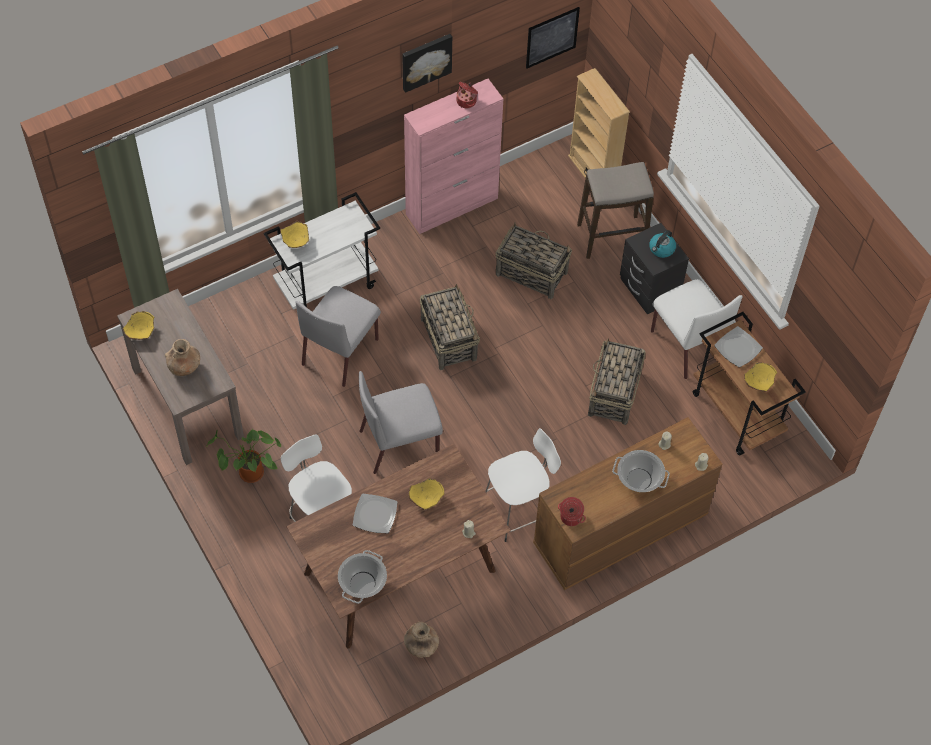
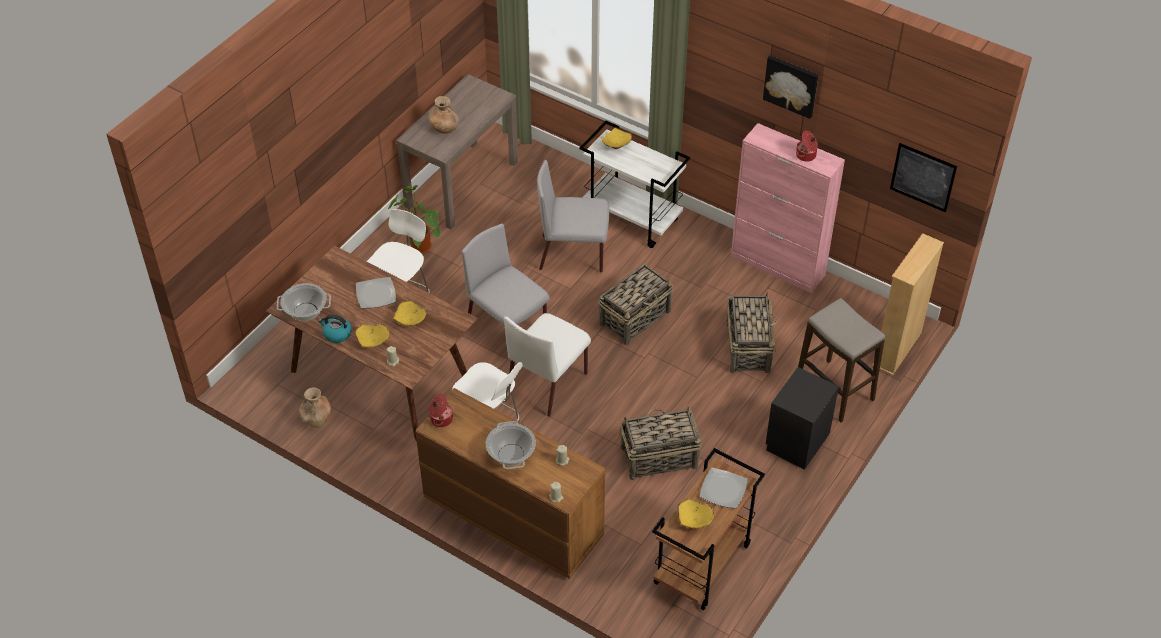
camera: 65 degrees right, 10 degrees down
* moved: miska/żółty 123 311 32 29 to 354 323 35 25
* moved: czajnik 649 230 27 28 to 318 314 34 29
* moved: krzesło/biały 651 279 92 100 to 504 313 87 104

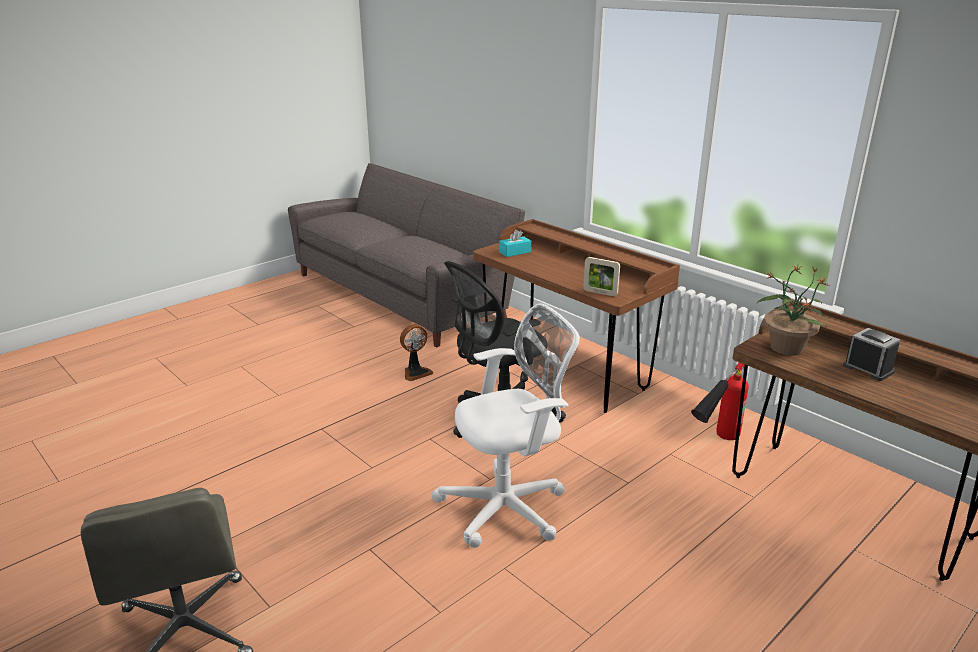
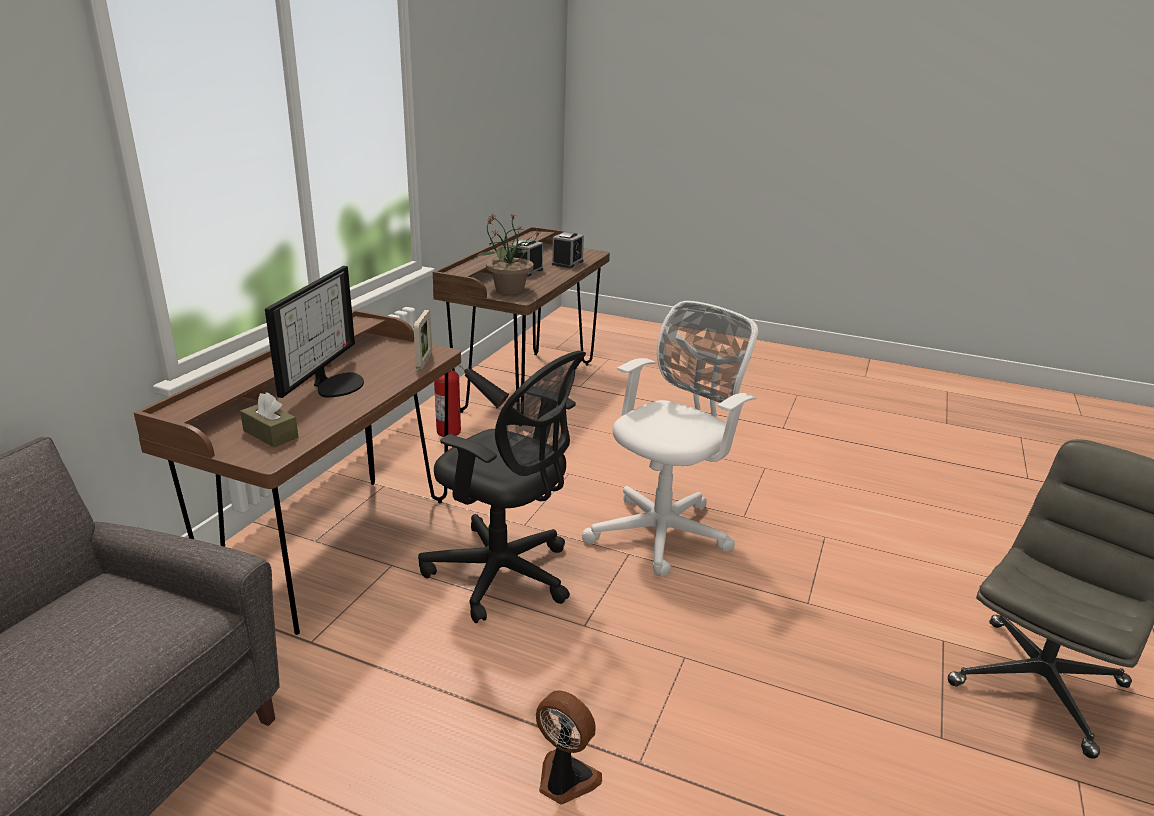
camera: 115 degrees left, 0 degrees up
* added: monitor 265 266 99 132
* added: budzik 552 232 32 36
* moved: wentylator 400 324 33 57 to 536 690 66 114
* recoloured: pudełko chusteczek/turkusowy 499 229 32 28 to pudełko chusteczek/brązowy 240 392 58 55
* turned: krzesło biurowe/biały 431 303 149 245 = 582 301 176 276 90 degrees clockwise

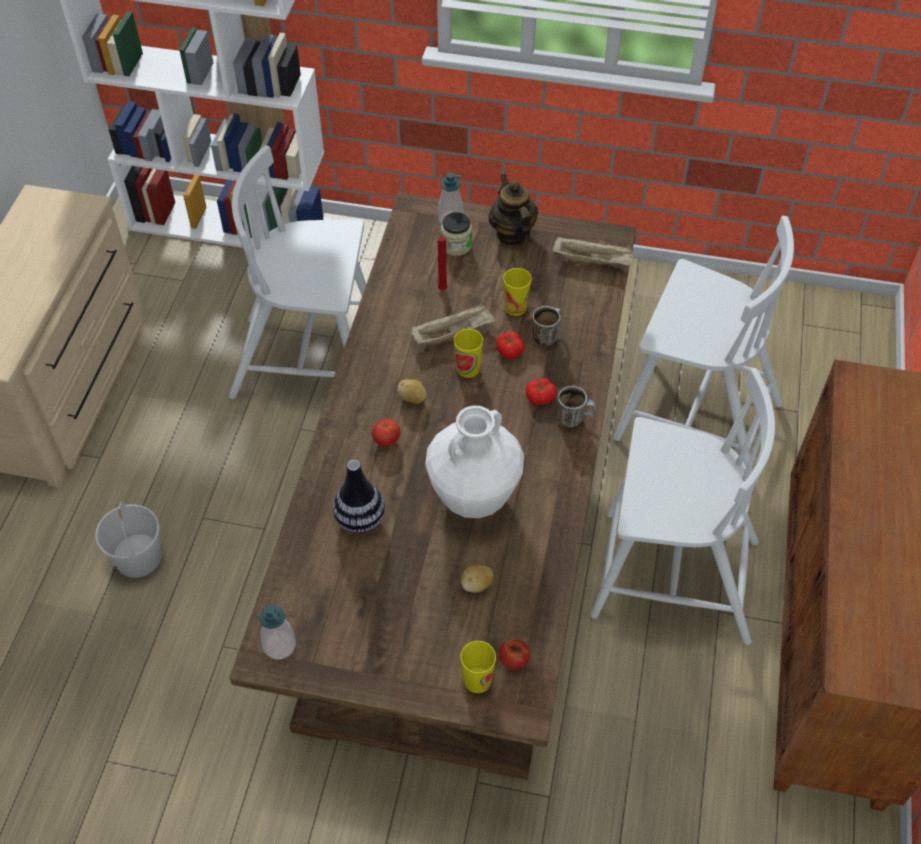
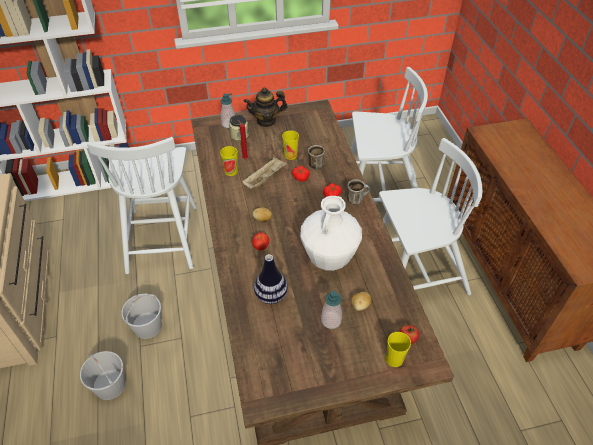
camera: 25 degrees left, 5 degrees down
* removed: taca/beżowy 552 236 80 30
* added: wiadro/biały 121 294 41 45
* moved: dozownik mydła 259 605 37 55 to 321 291 21 38
* moved: filiżanka 454 329 29 49 to 220 146 18 30
* turned: krzesło/biały 229 145 137 254 = 87 137 110 137 75 degrees counterclockwise
* turned: imbryk 489 174 49 71 = 244 88 43 39 60 degrees counterclockwise

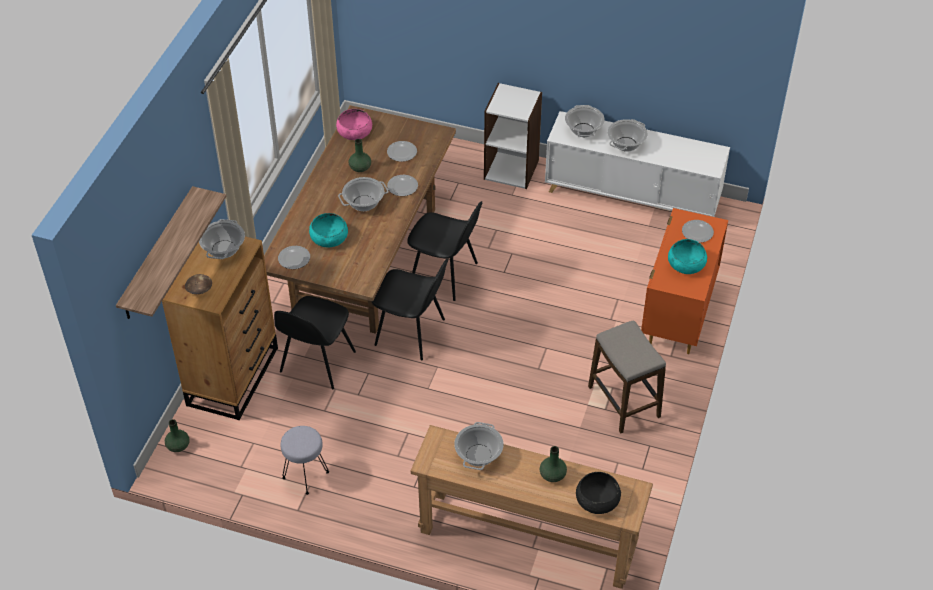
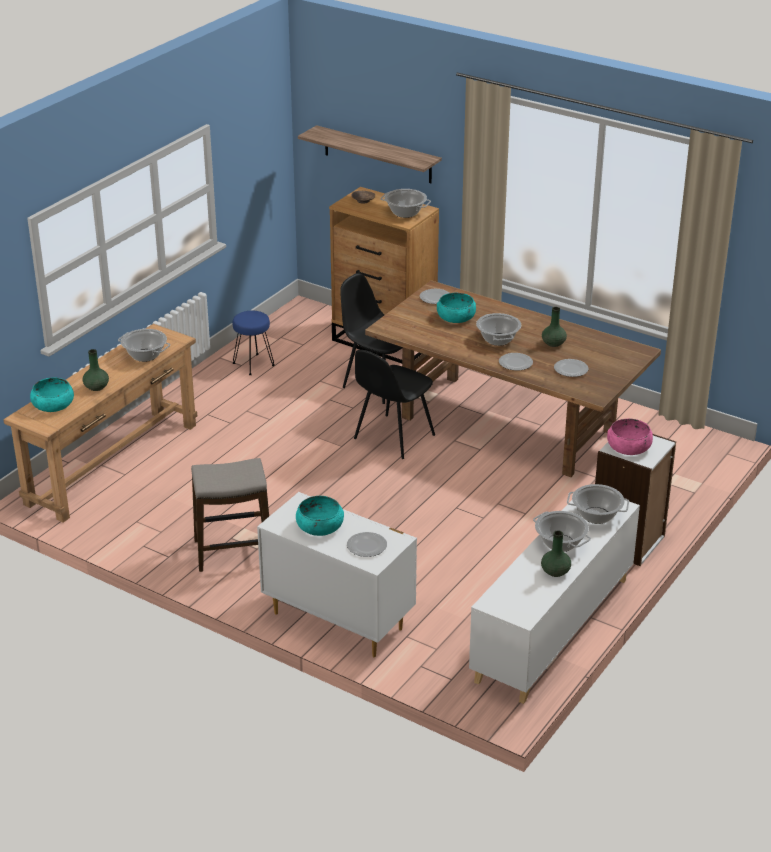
camera: 105 degrees right, 15 degrees down
* removed: krzesło/czarny 407 201 75 100
* moved: wazon/zielony 165 419 25 33 to 541 530 30 47
* moved: miska/różowy 336 109 36 31 to 607 419 46 36
* recoloured: stołek/szary 281 426 48 69 to stołek/niebieski 233 311 42 64
* recoloured: miska/czarny 576 472 45 42 to miska/turkusowy 30 378 44 34
* recoloured: komoda/pomarańczowy 641 208 87 146 to komoda/biały 257 492 160 165

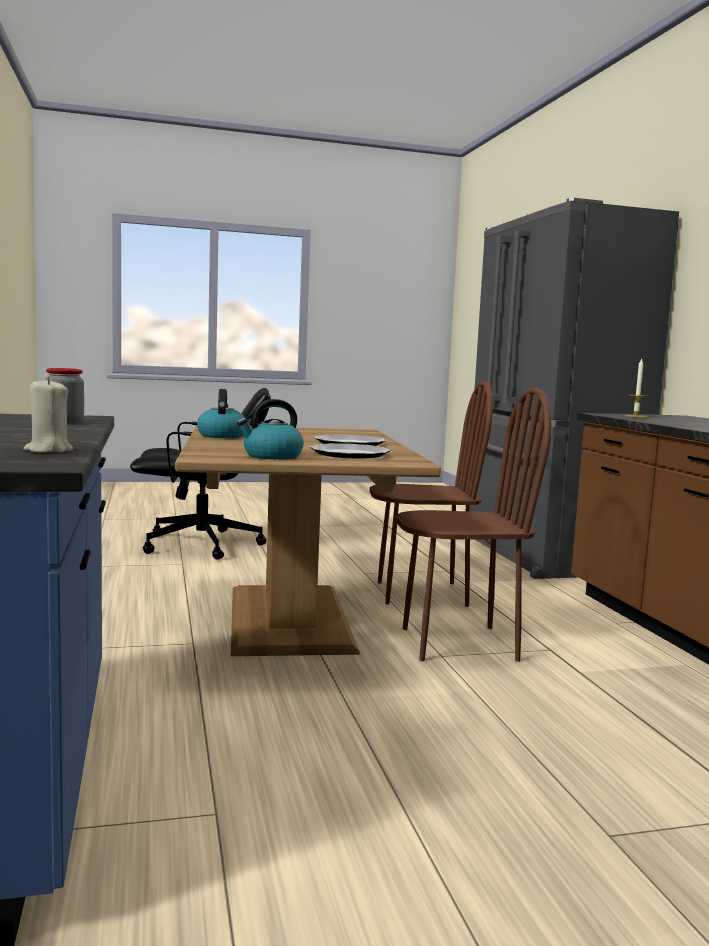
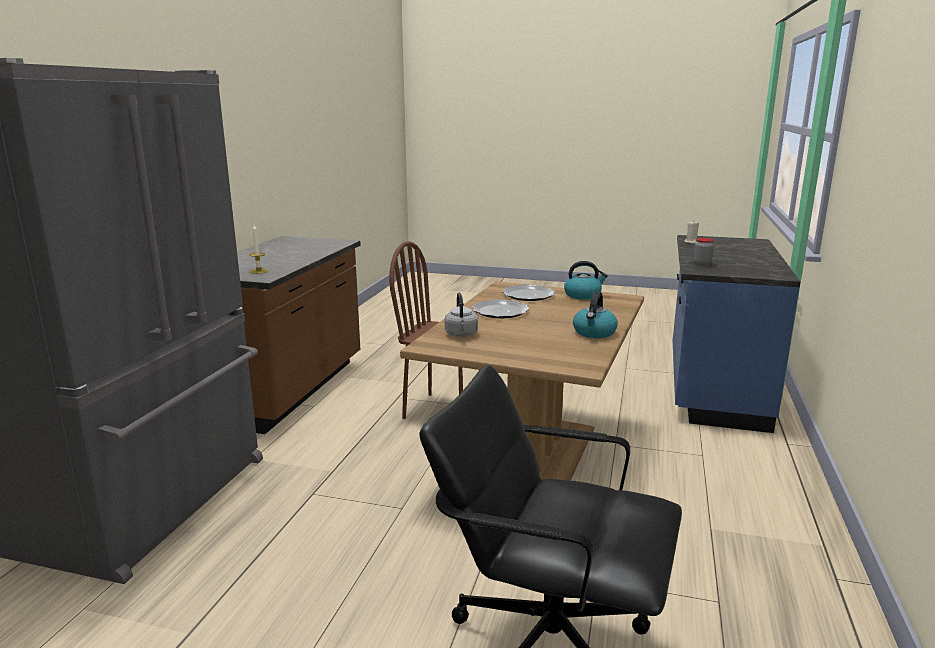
camera: 150 degrees left, 10 degrees up
* removed: krzesło/brązowy 369 381 124 226
* added: czajnik/szary 445 293 33 44

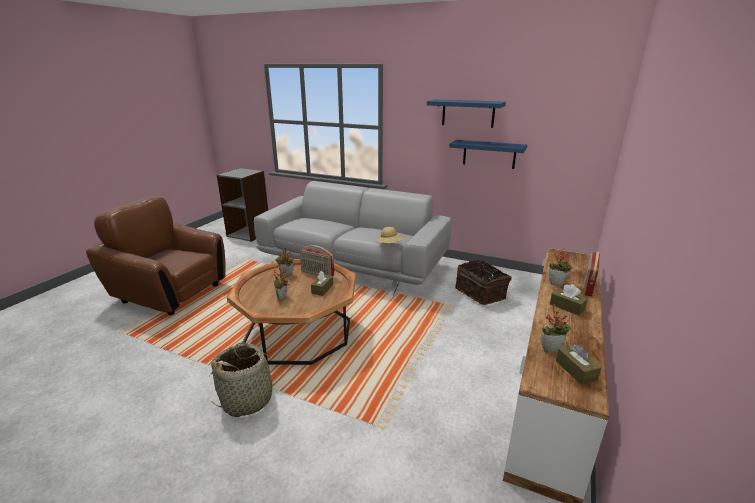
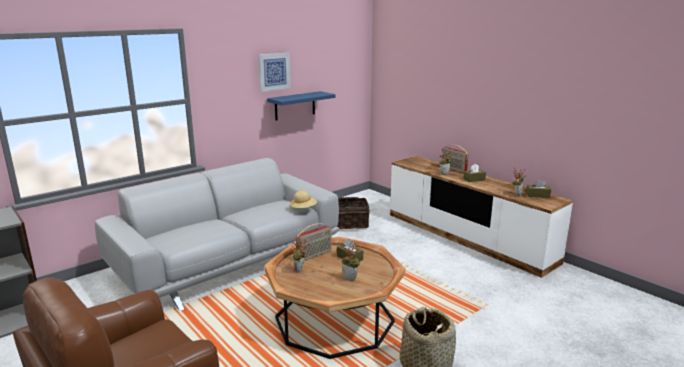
camera: 65 degrees left, 5 degrees down
* replaced: półka/niebieski 427 99 79 29 to obraz 258 53 33 39

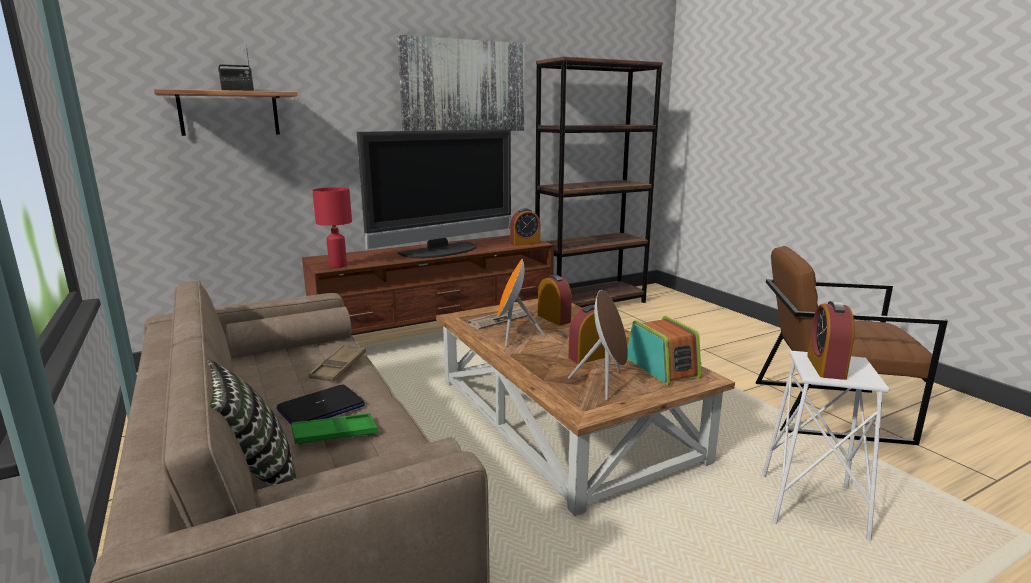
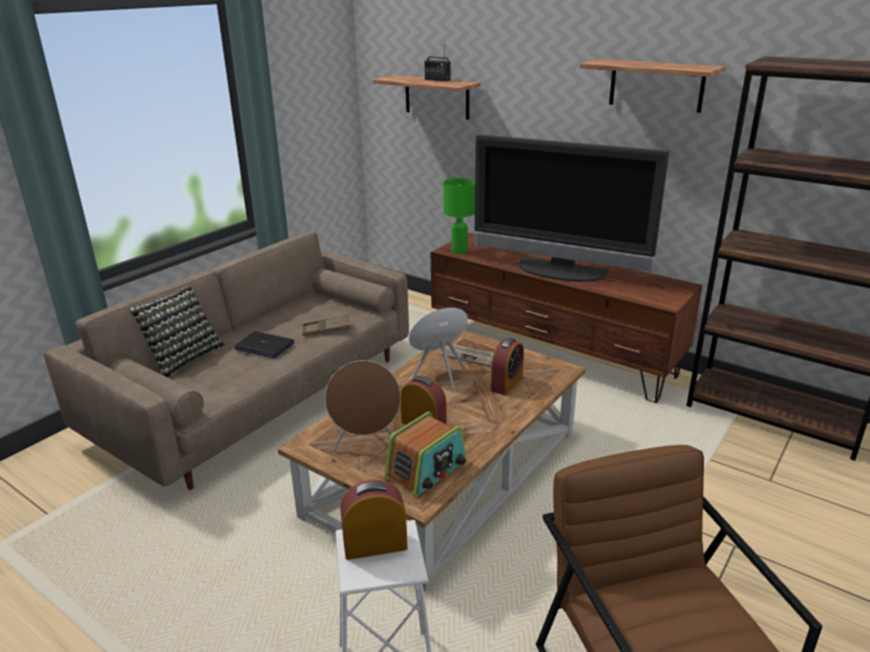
camera: 65 degrees right, 10 degrees up
* removed: taca/zielony 291 413 87 32
* removed: budzik 510 208 30 38
* replaced: obraz 397 35 128 96 to półka 580 59 145 54
* recoloured: lampa stołowa/czerwony 312 187 40 81 to lampa stołowa/zielony 443 178 32 76

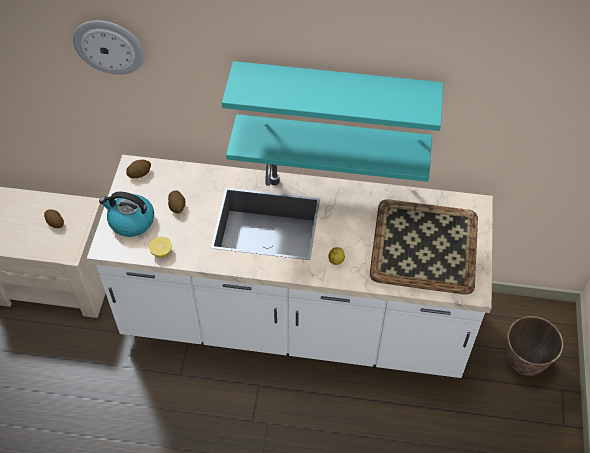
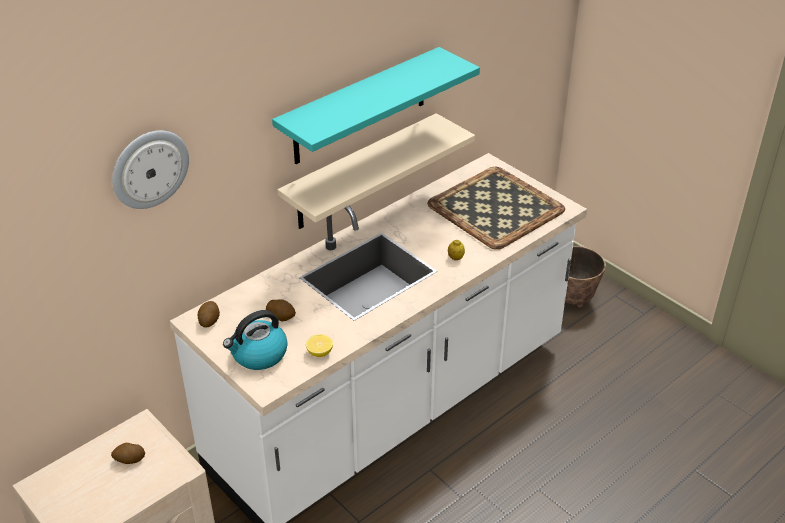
camera: 50 degrees left, 15 degrees down
* recoloured: półka/turkusowy 226 114 206 68 to półka/beżowy 277 113 198 116

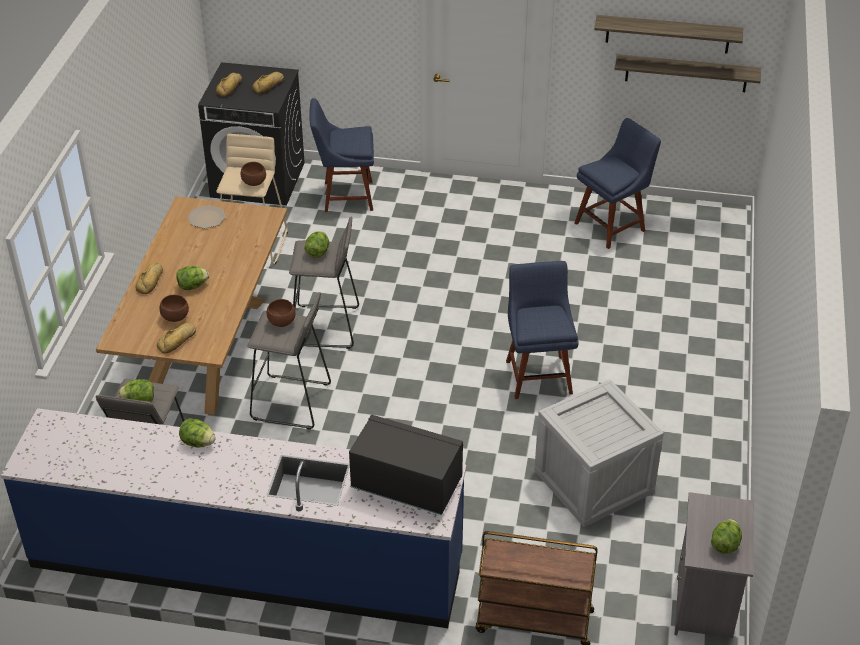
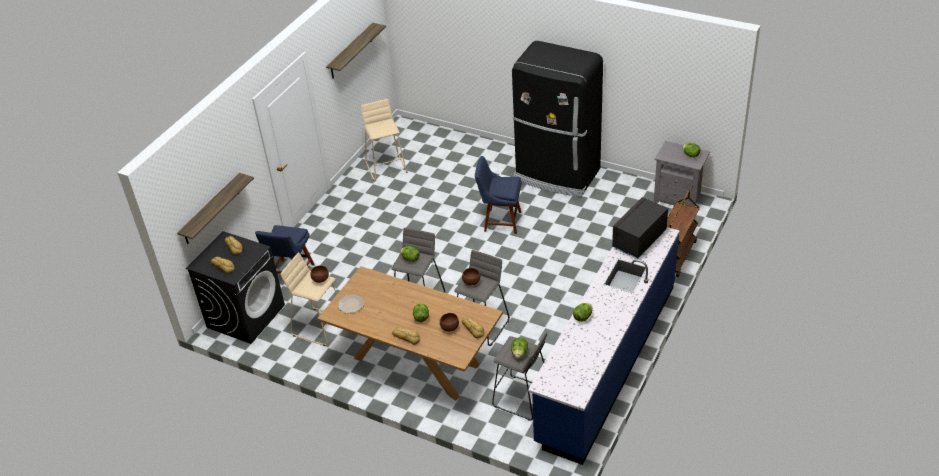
camera: 70 degrees left, 0 degrees up
* removed: skrzynka 534 380 130 147
* added: lodówka/czarny 512 41 91 156
* moved: półka 614 54 147 38 to 177 173 77 71
* replaced: krzesło/niebieski 575 118 86 131 to stołek/beżowy 361 99 47 82

